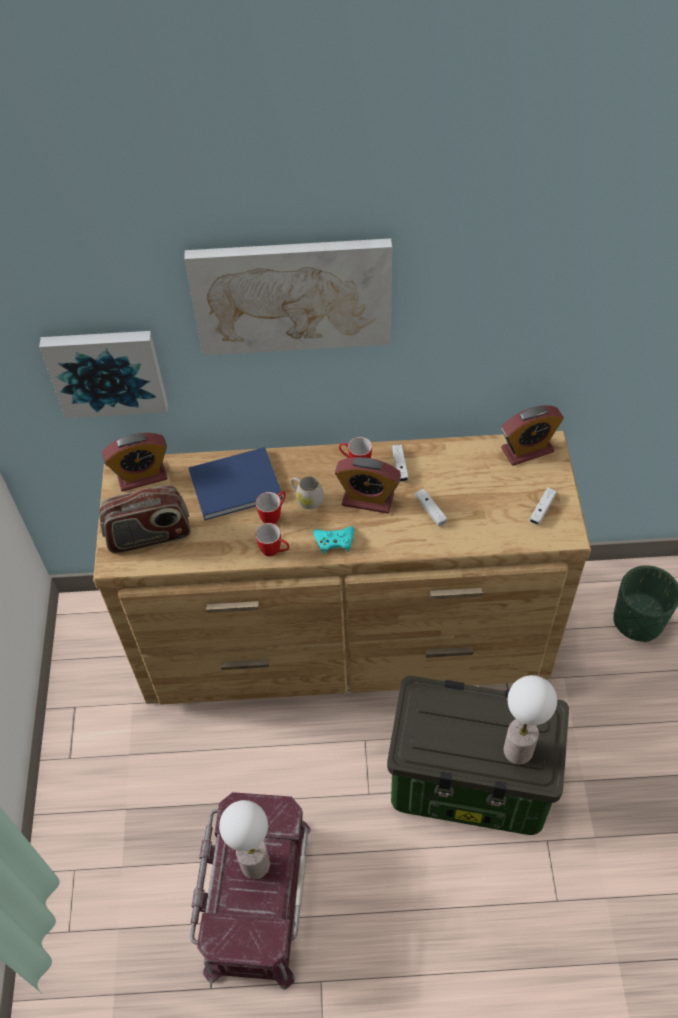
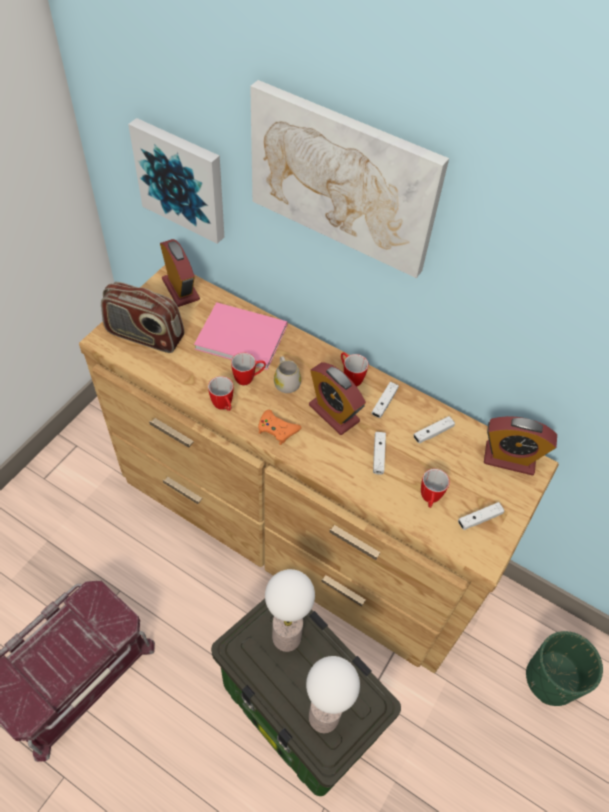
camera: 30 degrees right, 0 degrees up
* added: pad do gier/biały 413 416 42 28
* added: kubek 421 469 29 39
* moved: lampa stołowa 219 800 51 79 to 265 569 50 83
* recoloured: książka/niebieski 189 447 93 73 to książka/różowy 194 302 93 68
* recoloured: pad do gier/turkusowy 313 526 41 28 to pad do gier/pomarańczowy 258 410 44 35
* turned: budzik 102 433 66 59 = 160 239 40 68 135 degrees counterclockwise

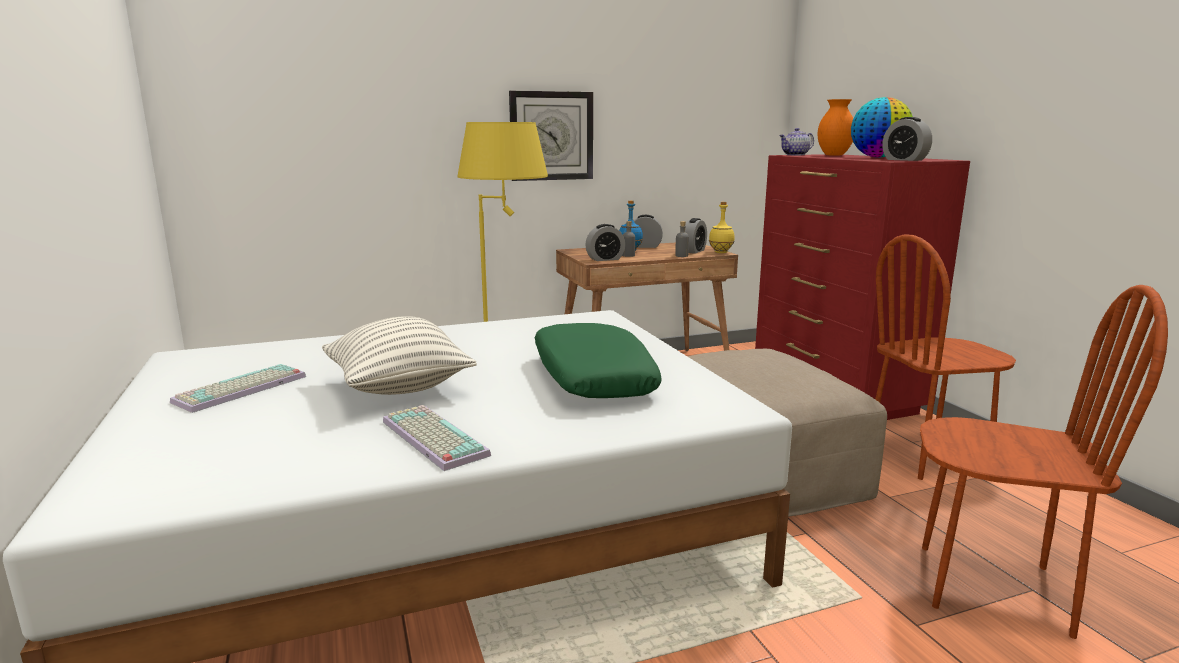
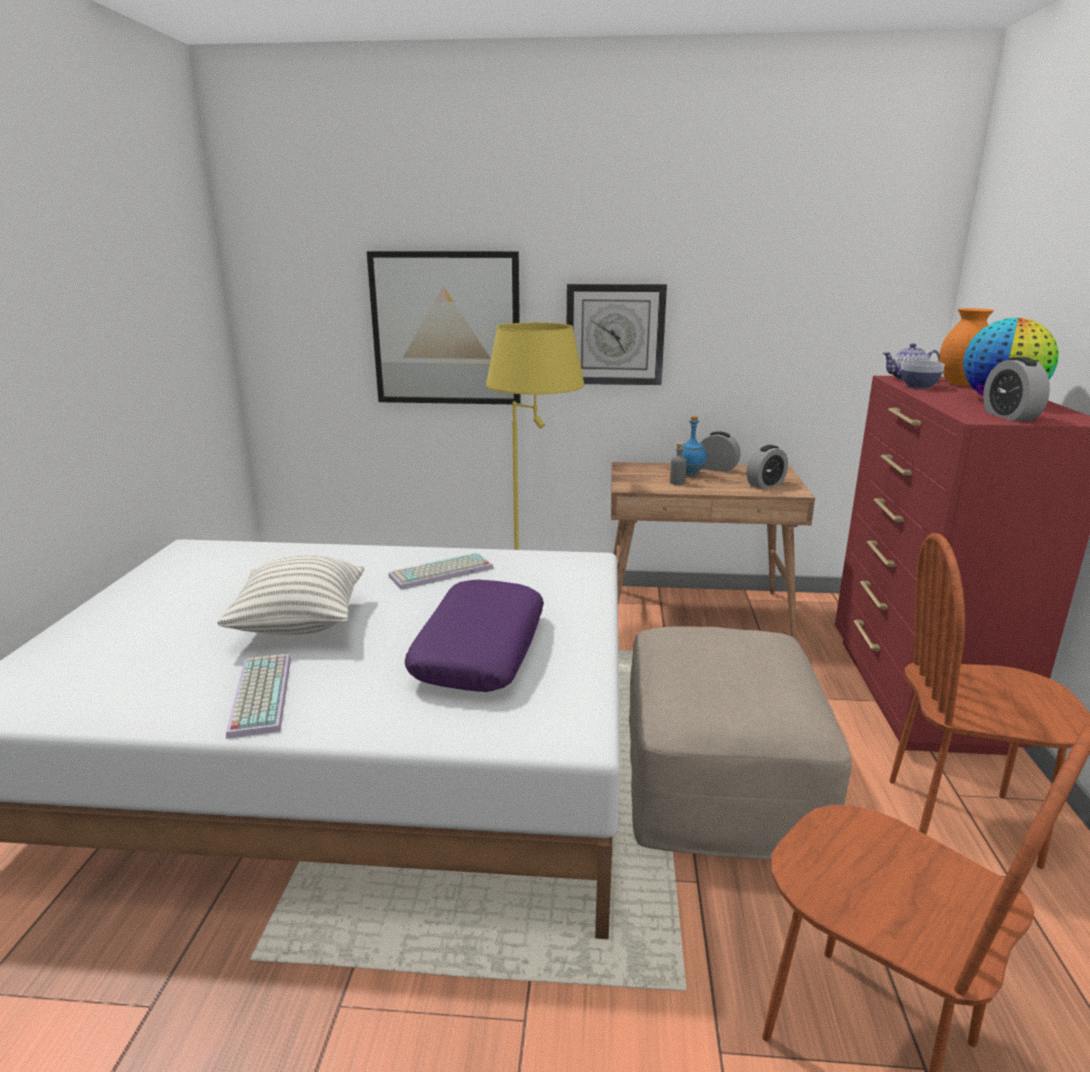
camera: 25 degrees right, 5 degrees up
* removed: budzik 585 224 40 37
* removed: butelka/szary 675 221 14 36
* removed: butelka/żółty 709 202 26 51
* added: obraz 367 251 154 153
* added: miska 901 360 44 29
* moved: klawiatura 170 364 136 49 to 388 553 105 36
* recoloured: poduszka/zielony 535 323 127 75 to poduszka/fioletowy 405 580 139 112

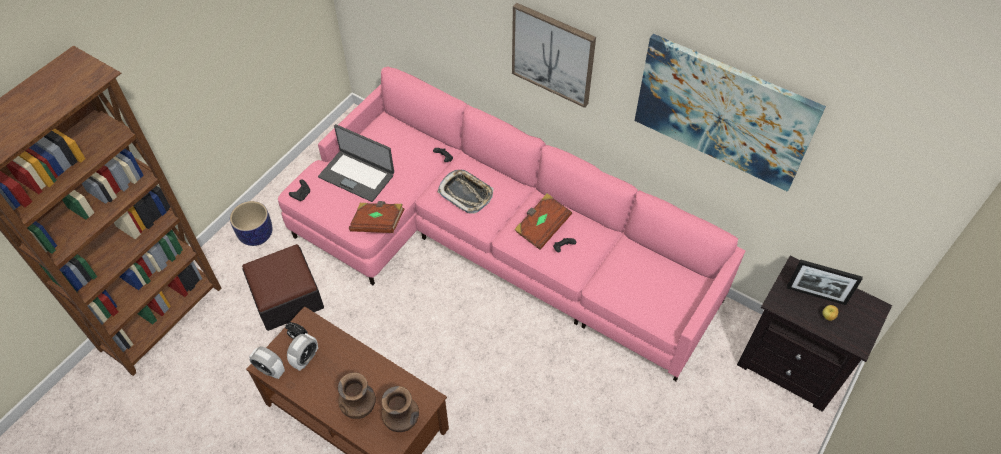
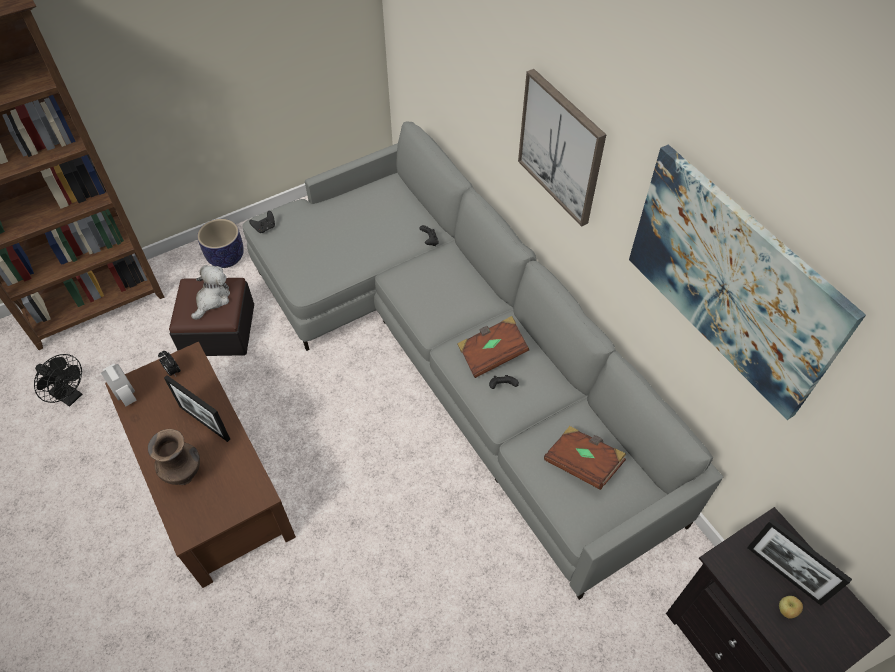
camera: 25 degrees right, 0 degrees up
* removed: budzik 287 333 31 38
* removed: laptop 318 124 76 78
* removed: wazon/brązowy 381 386 38 46
* removed: taca 437 170 57 44
* added: wentylator/czarny 34 354 48 53
* added: ramka na zdjęcie 164 375 66 67
* added: pluszak 191 265 39 55
* moved: książka/brązowy 349 201 55 32 to 544 426 82 64
* recoloured: kanapa/różowy 278 66 467 315 to kanapa/szary 242 121 481 479

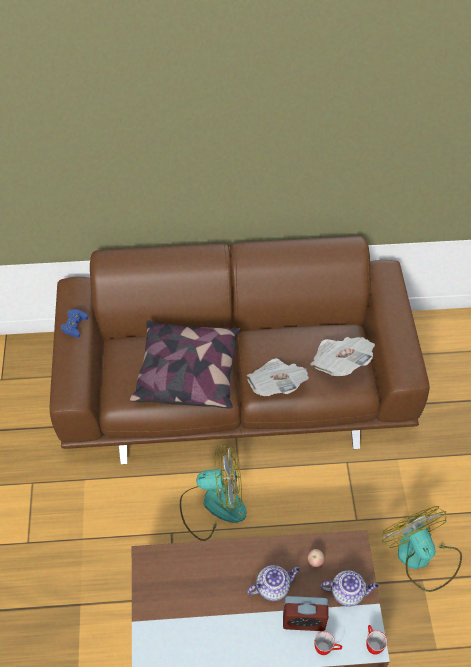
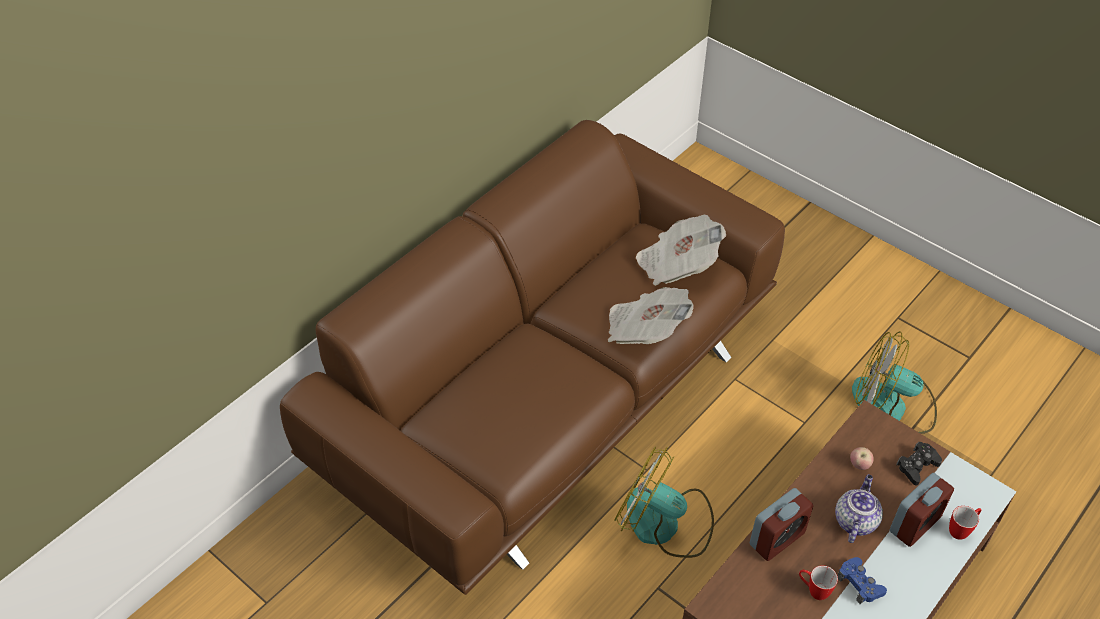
camera: 45 degrees left, 5 degrees down
* removed: poduszka 129 320 111 89
* added: budzik 750 488 63 73
* moved: pad do gier/niebieski 61 309 27 29 to 837 557 50 47
* moved: kubek 366 625 21 30 to 799 565 39 35
* replaced: imbryk 320 570 59 37 to pad do gier/czarny 896 442 46 44
* turned: wentylator 180 444 67 97 = 614 446 100 112 105 degrees counterclockwise

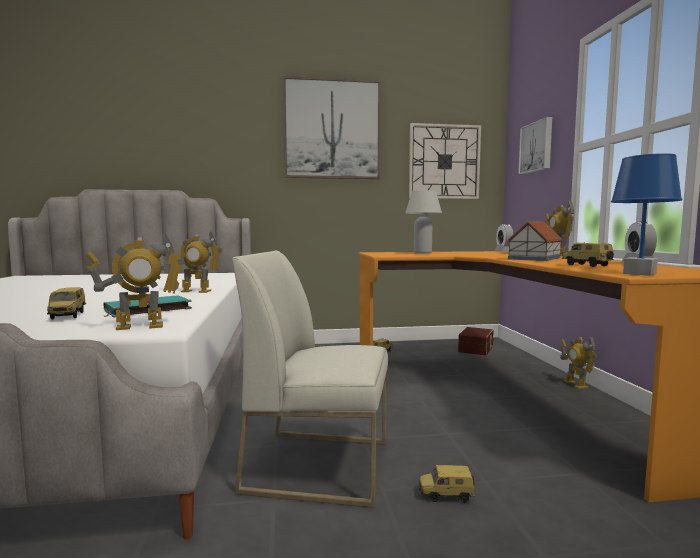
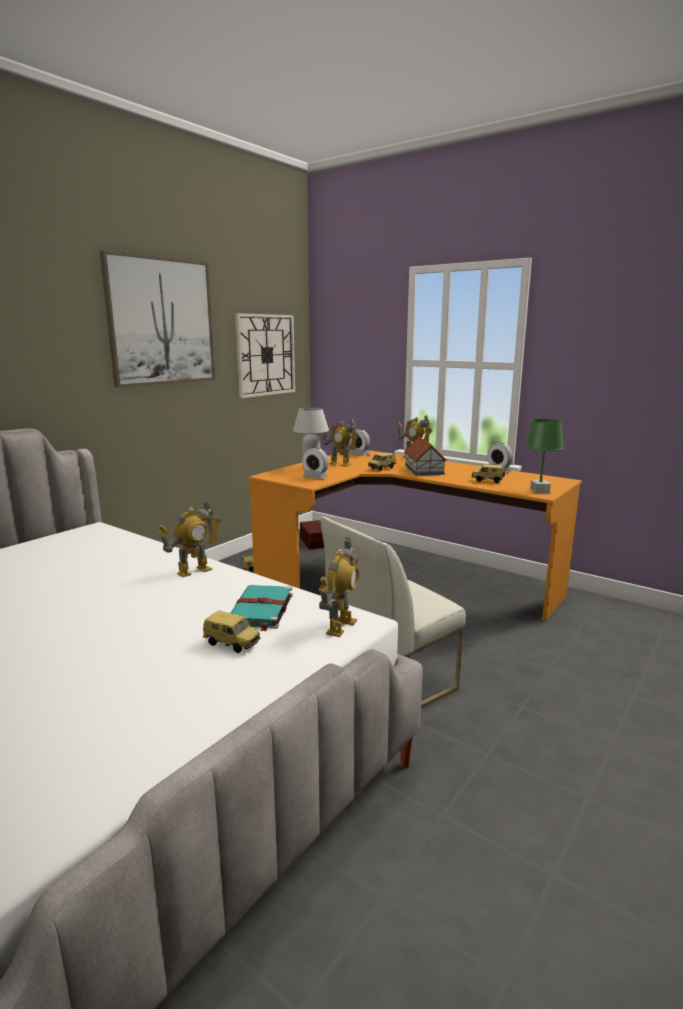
camera: 45 degrees left, 10 degrees up
* removed: obraz 518 117 34 58
* added: budzik 302 447 27 32
* moved: samochodzik 419 465 56 38 to 368 453 28 18
* moved: robot zabawkowy 560 337 37 52 to 322 419 37 48
* recoloured: lampa stołowa/niebieski 611 153 71 123 to lampa stołowa/zielony 525 419 39 74

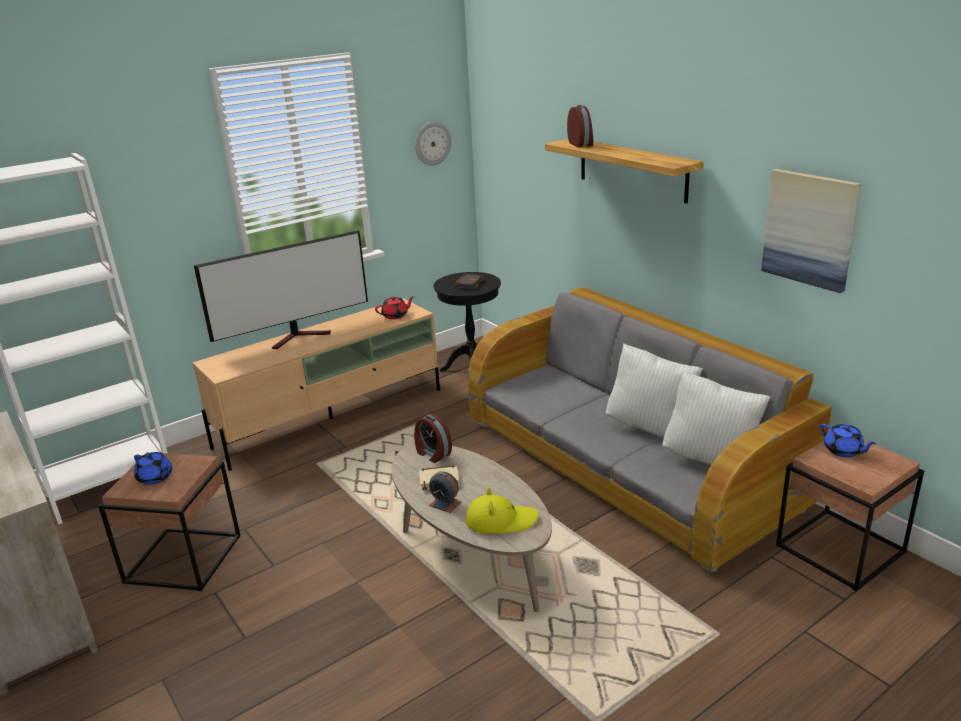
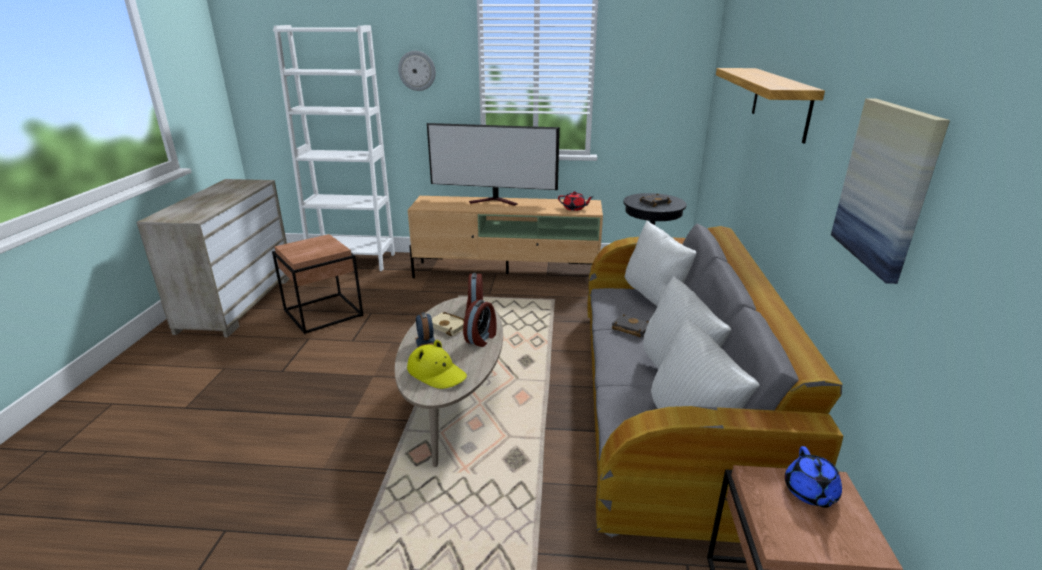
camera: 40 degrees right, 0 degrees up
* removed: imbryk/niebieski 134 452 38 33
* added: książka/czarny 612 314 37 23
* added: poduszka/biały 625 221 71 85
* moved: zegar ścienny 415 122 36 44 to 398 51 38 40
* moved: budzik 567 105 26 43 to 463 300 34 47

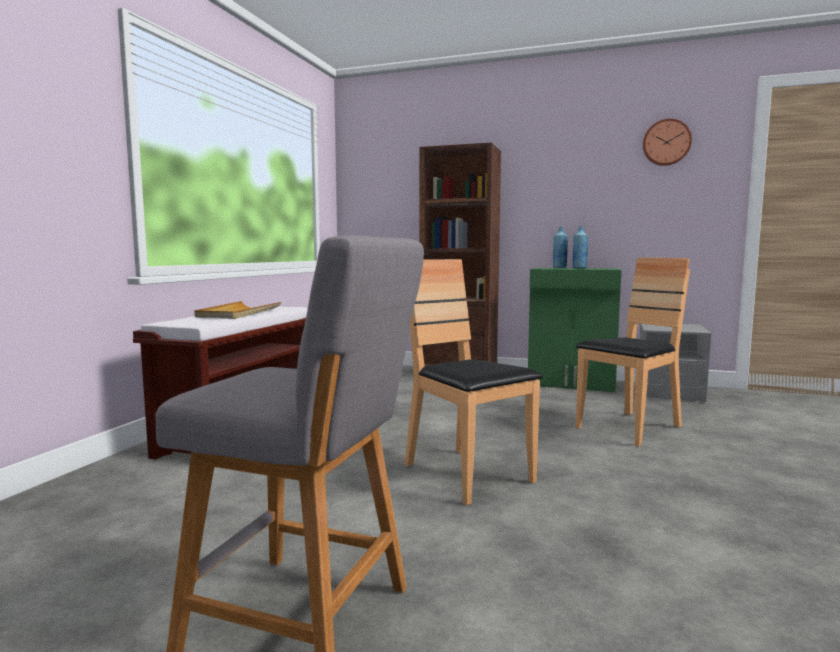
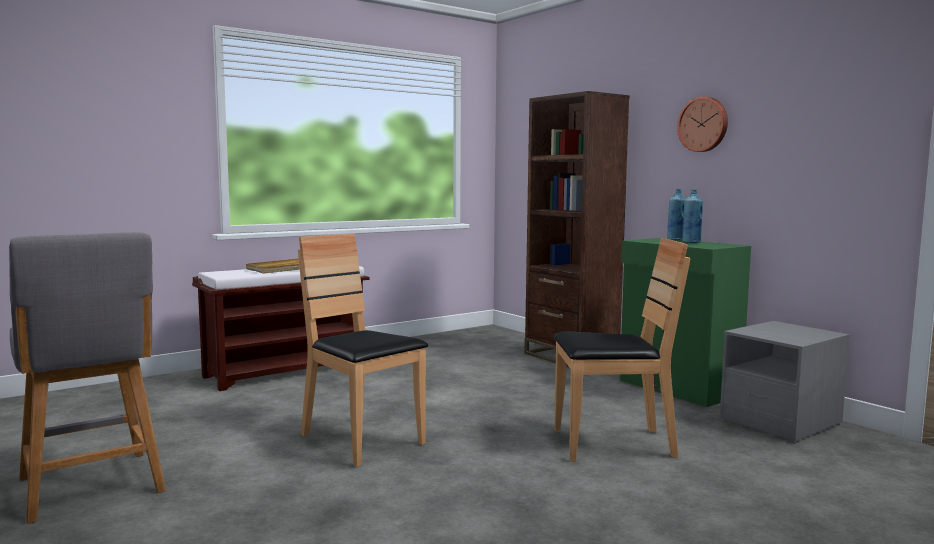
camera: 35 degrees right, 0 degrees up
* moved: zegar ścienny 643 119 49 47 to 677 97 51 55
* turned: krzesło/brązowy 404 259 139 246 = 298 234 130 233 45 degrees counterclockwise

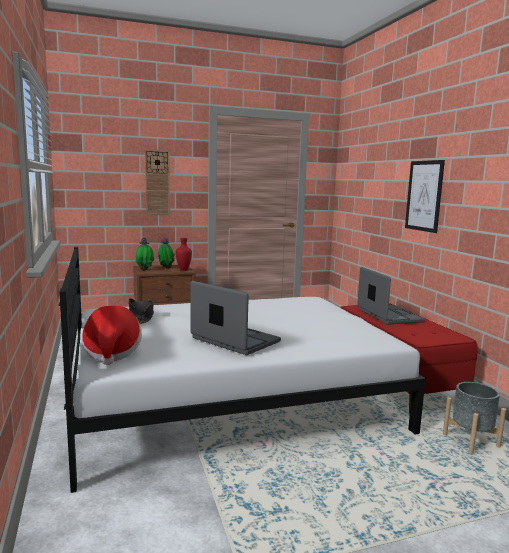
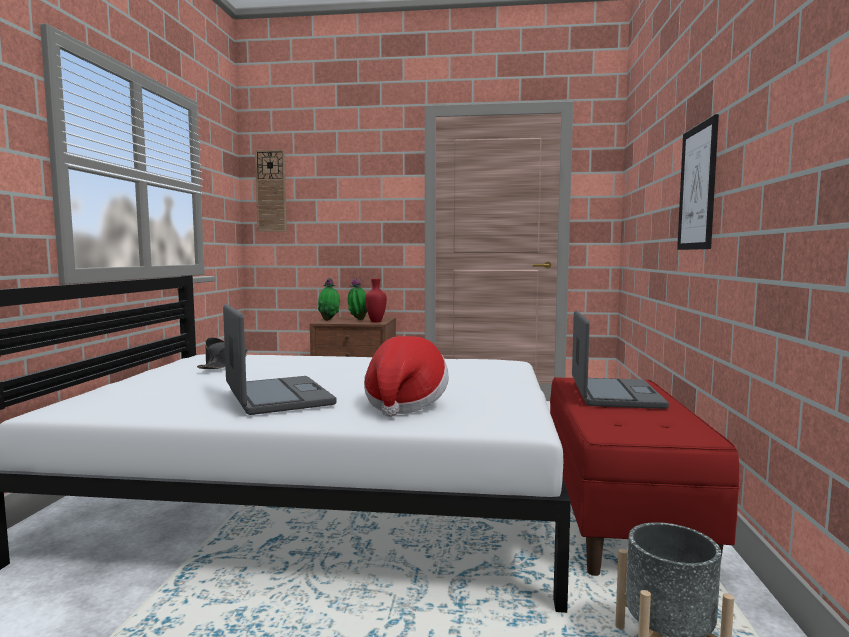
camera: 25 degrees right, 5 degrees down
* moved: kapelusz 81 306 61 59 to 364 336 85 81
* moved: zegar ścienny 145 150 25 65 to 255 149 32 83

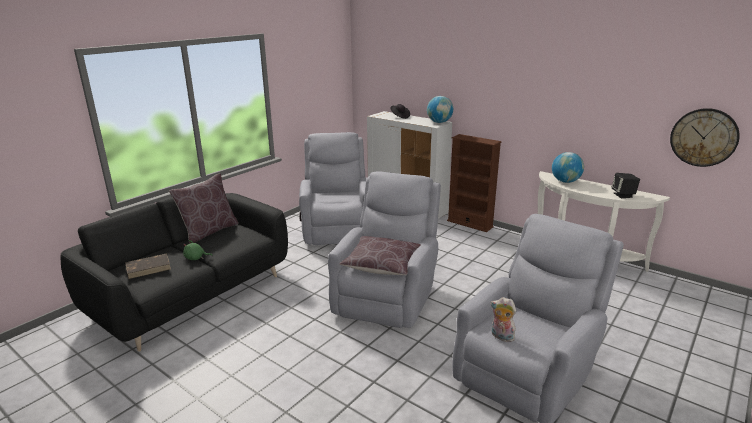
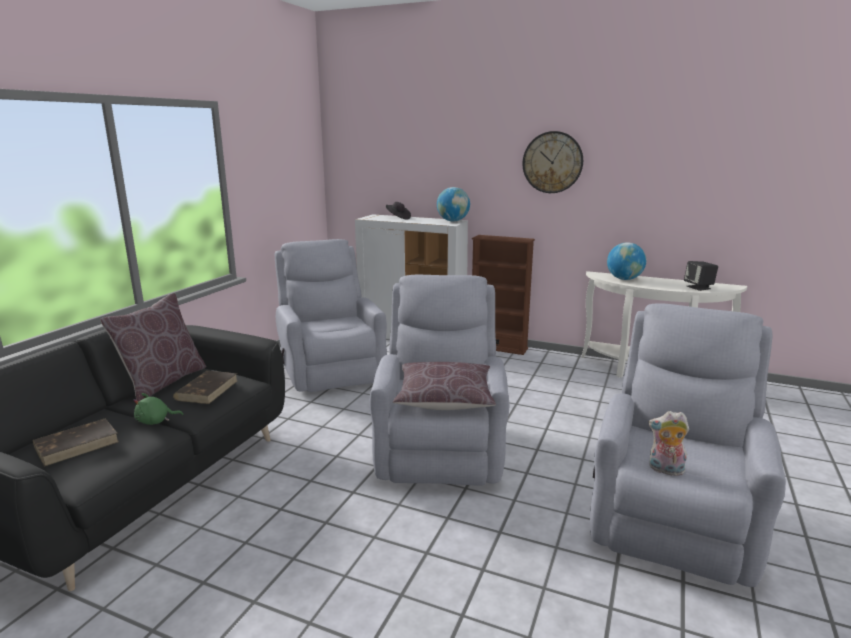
camera: 15 degrees left, 5 degrees down
* added: książka/brązowy 173 371 64 33
* moved: zegar ścienny 670 108 70 59 to 522 131 61 62

